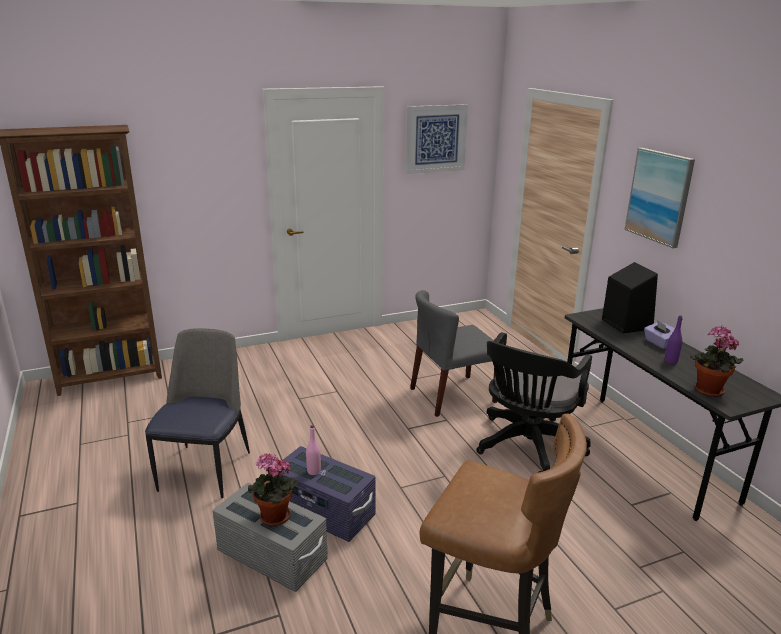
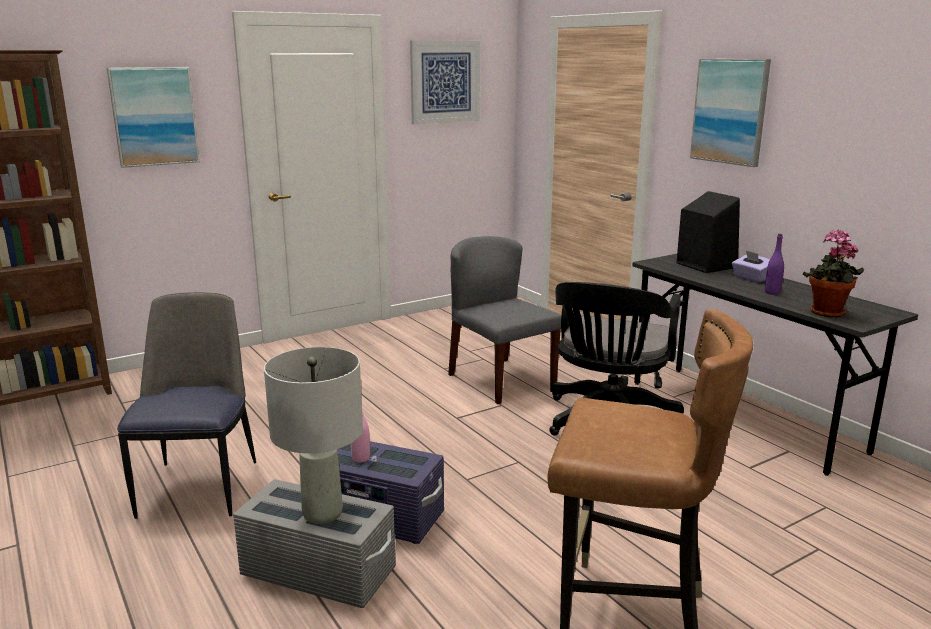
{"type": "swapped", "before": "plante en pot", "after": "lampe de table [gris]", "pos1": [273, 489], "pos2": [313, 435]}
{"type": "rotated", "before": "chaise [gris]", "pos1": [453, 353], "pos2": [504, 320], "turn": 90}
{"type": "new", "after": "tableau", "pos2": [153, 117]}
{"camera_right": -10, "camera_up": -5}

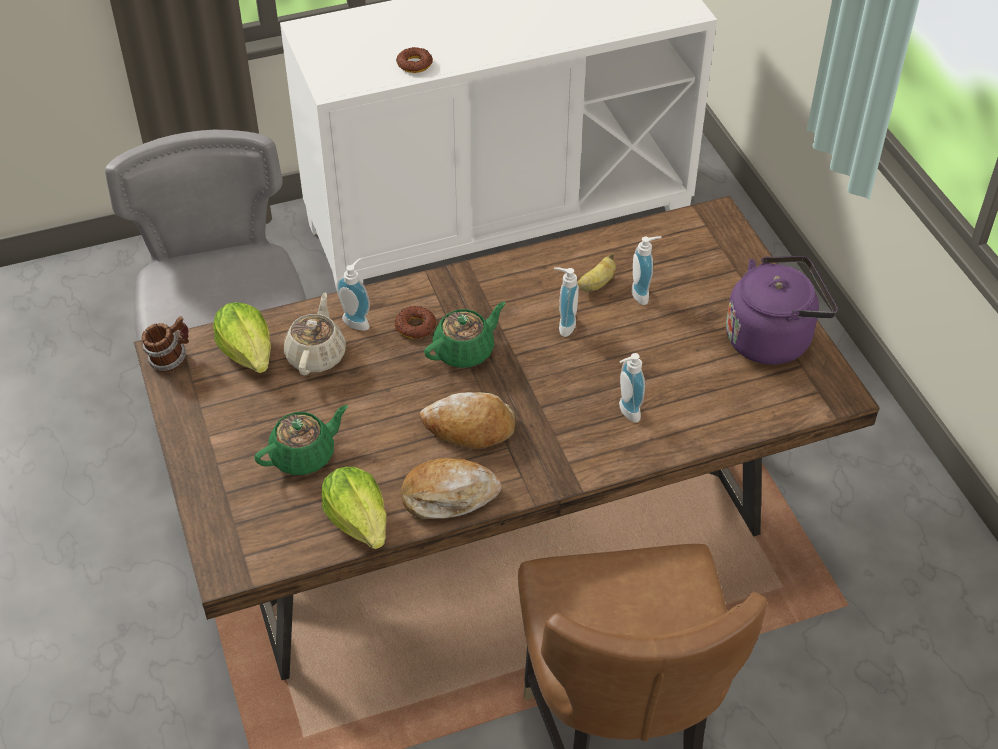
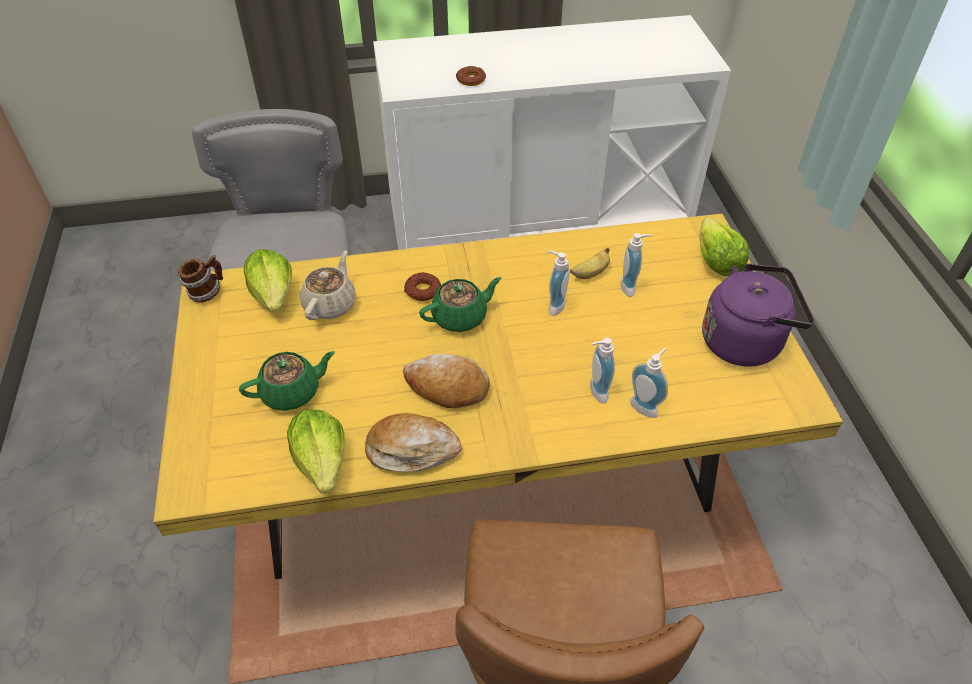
{"type": "repainted", "before": "table à manger [marron]", "after": "table à manger [jaune]", "pos1": [507, 438], "pos2": [498, 396]}
{"type": "shifted", "before": "distributeur de savon", "pos1": [353, 294], "pos2": [649, 383]}
{"type": "new", "after": "laitue", "pos2": [724, 246]}
{"camera_right": 10, "camera_up": 0}

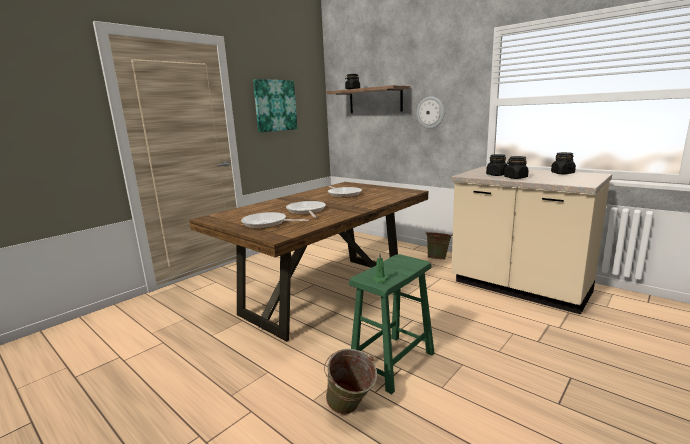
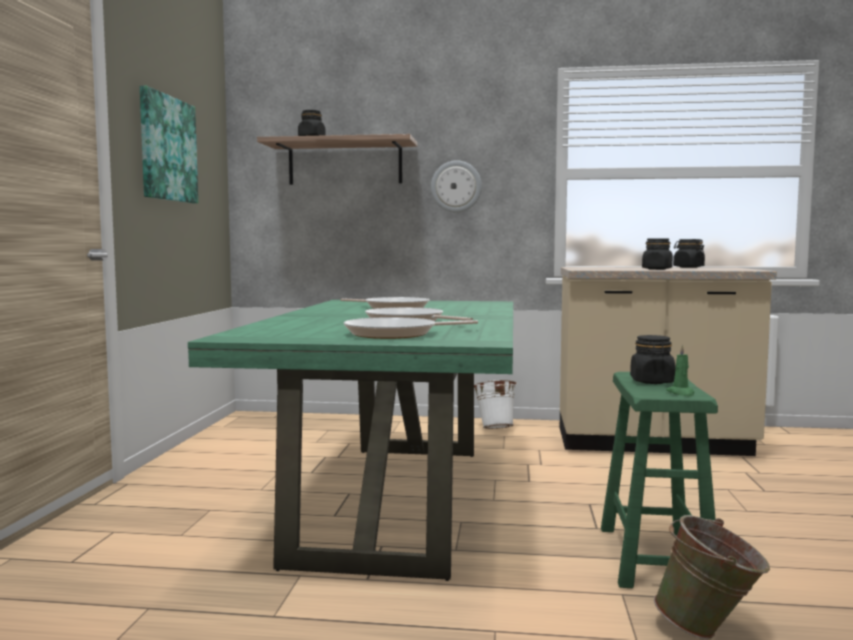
{"type": "repainted", "before": "table à manger [marron]", "after": "table à manger [vert]", "pos1": [308, 262], "pos2": [350, 440]}
{"type": "repainted", "before": "seau [vert]", "after": "seau [blanc]", "pos1": [439, 245], "pos2": [496, 404]}
{"type": "shifted", "before": "bocal [noir]", "pos1": [496, 165], "pos2": [653, 359]}
{"camera_right": -35, "camera_up": -10}

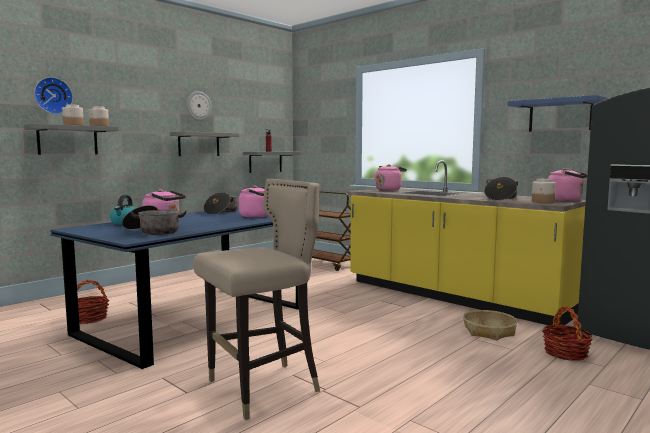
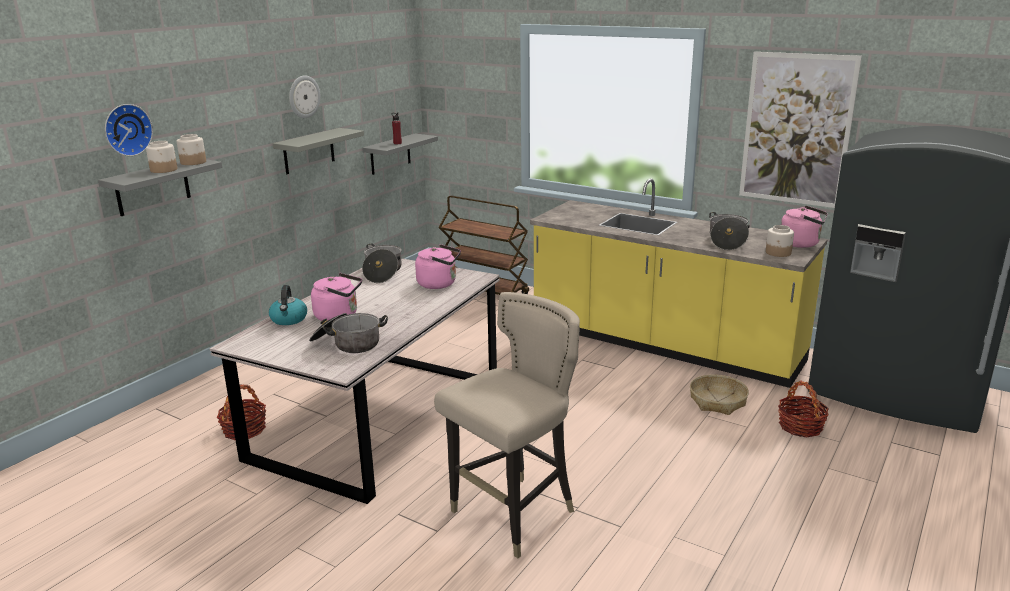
{"type": "repainted", "before": "table à manger [bleu]", "after": "table à manger [gris]", "pos1": [174, 288], "pos2": [355, 381]}
{"type": "gone", "before": "bouilloire [rose]", "pos1": [390, 177]}
{"type": "swapped", "before": "étagère [bleu]", "after": "tableau", "pos1": [557, 113], "pos2": [800, 130]}
{"camera_right": -10, "camera_up": 15}

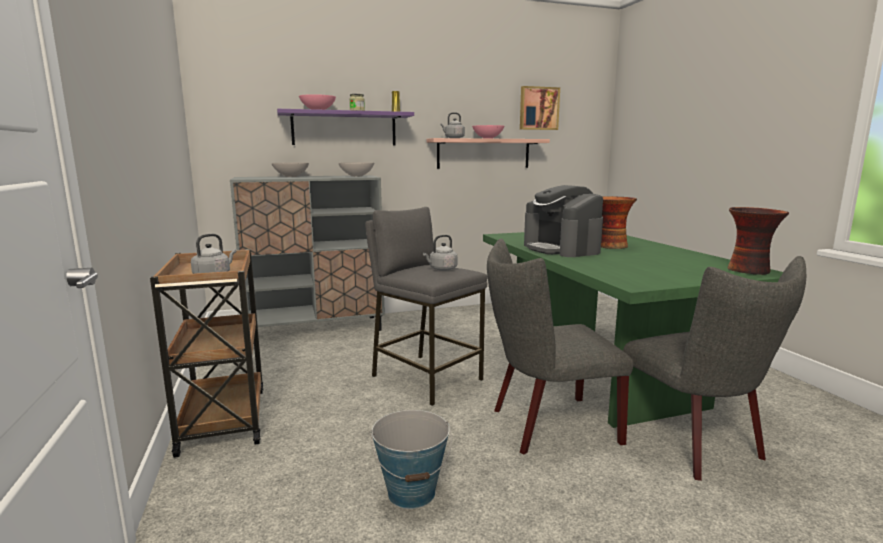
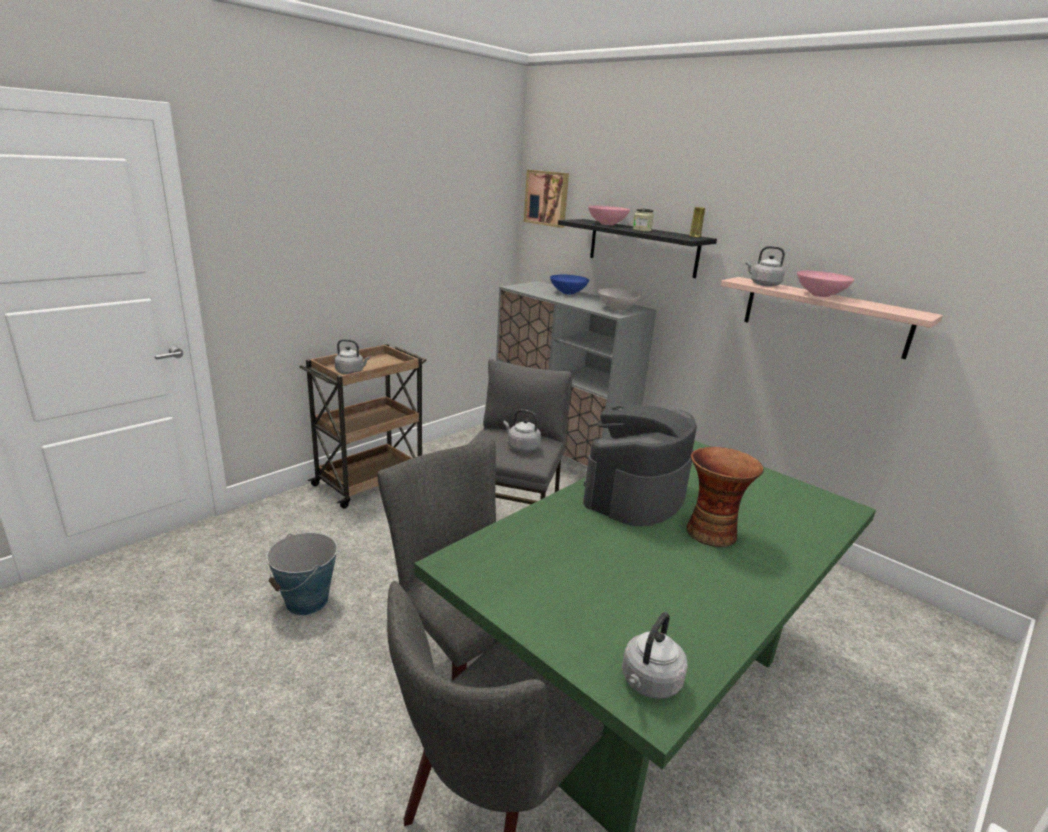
{"type": "repainted", "before": "bol [blanc]", "after": "bol [bleu]", "pos1": [290, 170], "pos2": [569, 285]}
{"type": "repainted", "before": "étagère [violet]", "after": "étagère [noir]", "pos1": [345, 127], "pos2": [637, 248]}
{"type": "shifted", "before": "tableau", "pos1": [540, 108], "pos2": [546, 199]}
{"type": "swapped", "before": "vase", "after": "bouilloire [gris]", "pos1": [758, 241], "pos2": [655, 655]}
{"camera_right": 60, "camera_up": 10}

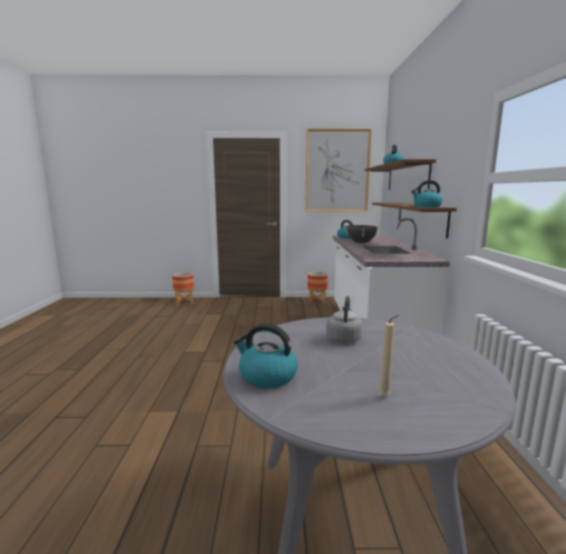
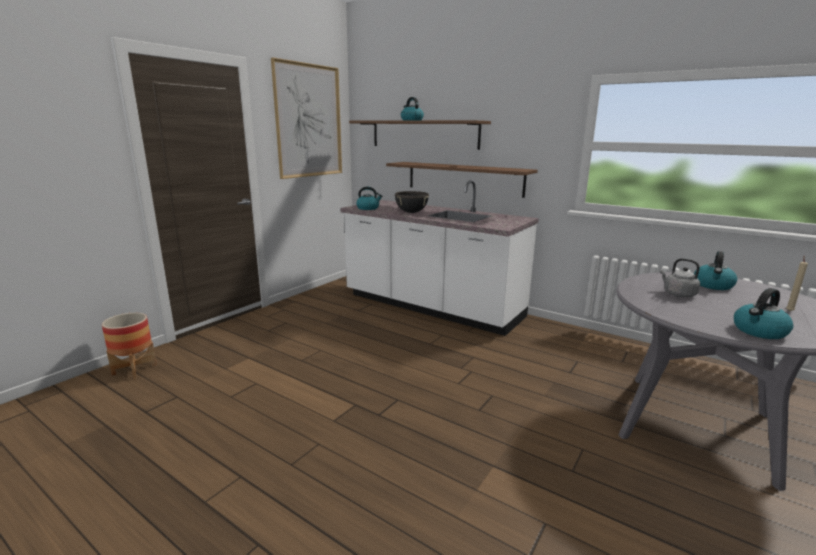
{"type": "gone", "before": "cache-pot", "pos1": [318, 288]}
{"type": "shifted", "before": "bouilloire", "pos1": [427, 193], "pos2": [715, 270]}
{"camera_right": -55, "camera_up": 5}

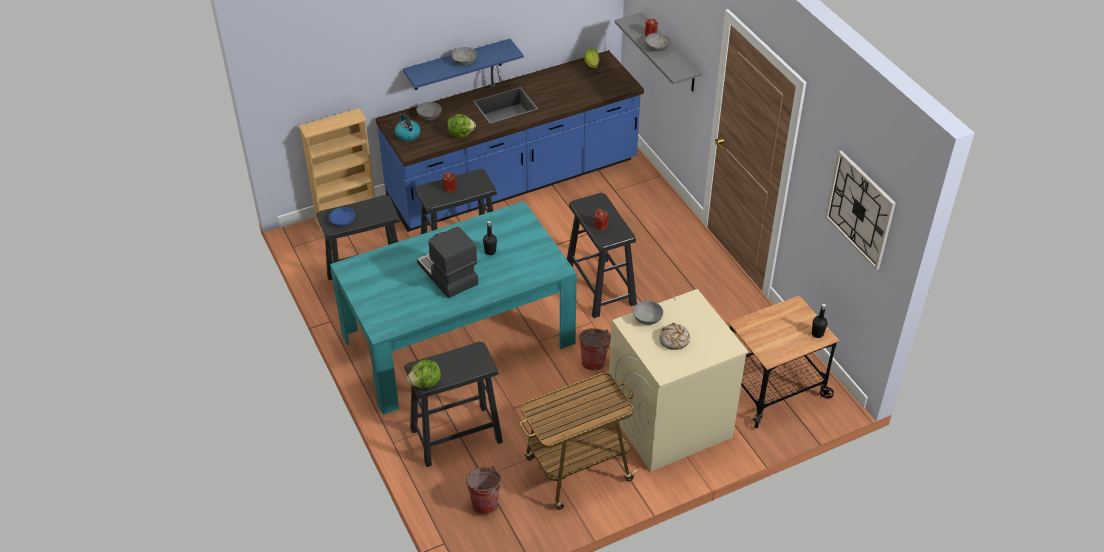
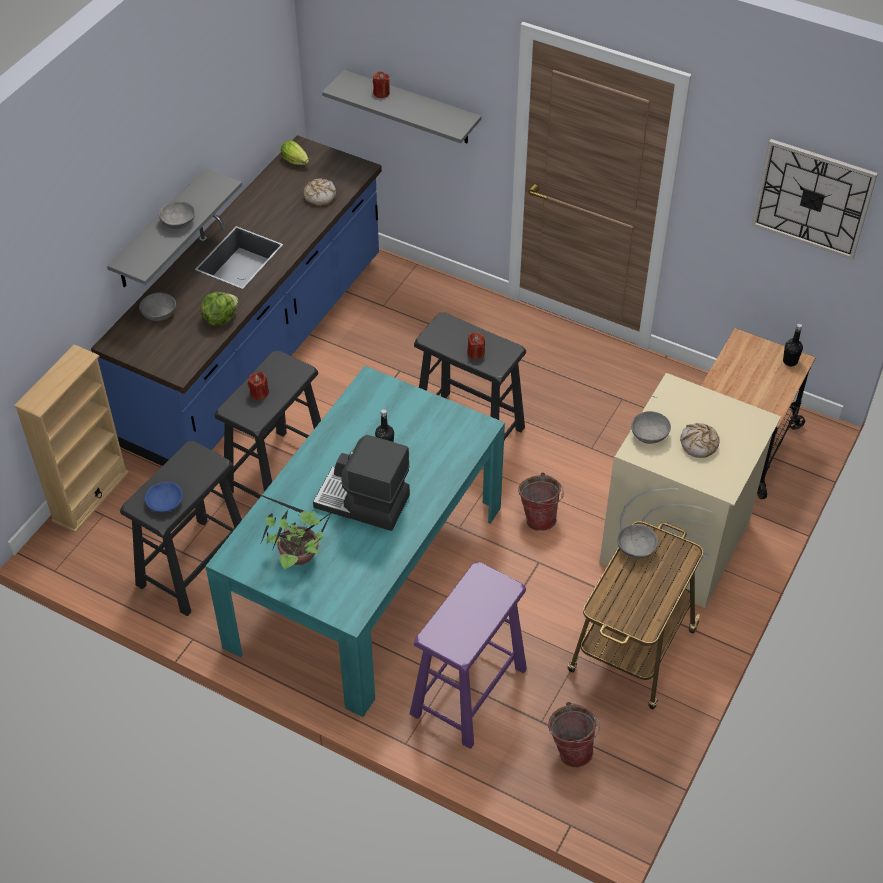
{"type": "gone", "before": "bouilloire", "pos1": [407, 128]}
{"type": "repainted", "before": "étagère [bleu]", "after": "étagère [gris]", "pos1": [463, 64], "pos2": [174, 228]}
{"type": "repainted", "before": "tabouret [noir]", "after": "tabouret [violet]", "pos1": [453, 404], "pos2": [468, 655]}
{"type": "gone", "before": "laitue", "pos1": [424, 374]}
{"type": "shifted", "before": "bol [gris]", "pos1": [658, 42], "pos2": [637, 541]}
{"type": "new", "after": "plante en pot", "pos2": [293, 529]}
{"type": "new", "after": "pain", "pos2": [319, 192]}
{"camera_right": -35, "camera_up": 5}

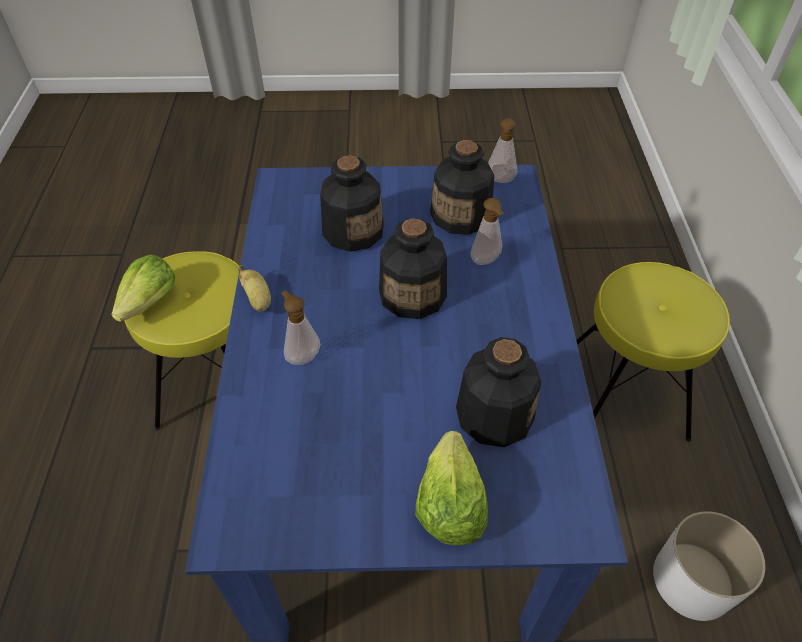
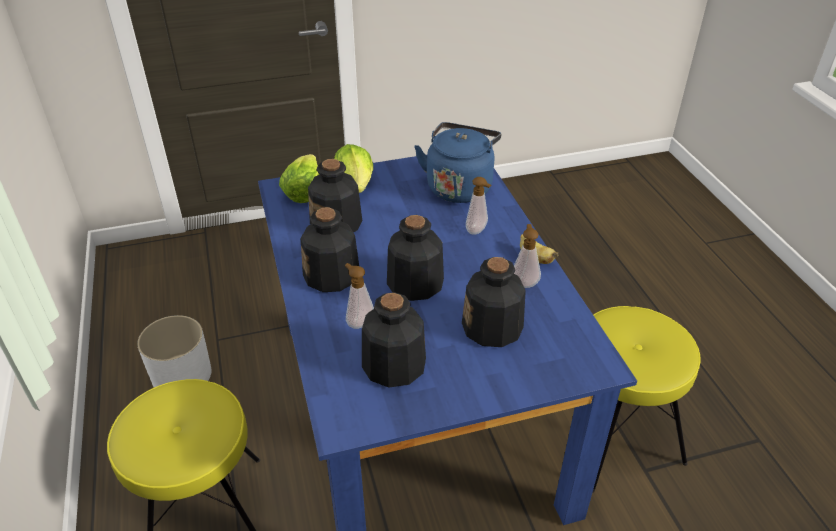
{"type": "shifted", "before": "laitue", "pos1": [143, 288], "pos2": [299, 178]}
{"type": "shifted", "before": "distributeur de savon", "pos1": [502, 150], "pos2": [527, 256]}
{"type": "new", "after": "bouteille", "pos2": [330, 249]}
{"type": "new", "after": "bouilloire [bleu]", "pos2": [457, 162]}
{"camera_right": 165, "camera_up": -10}

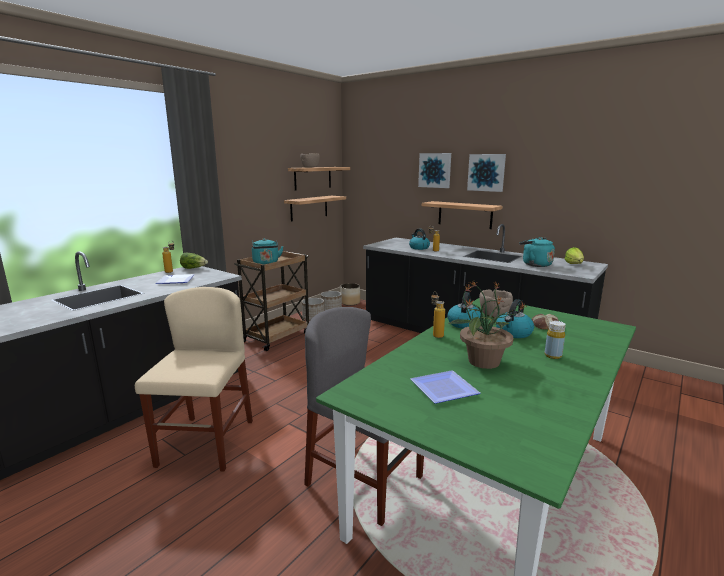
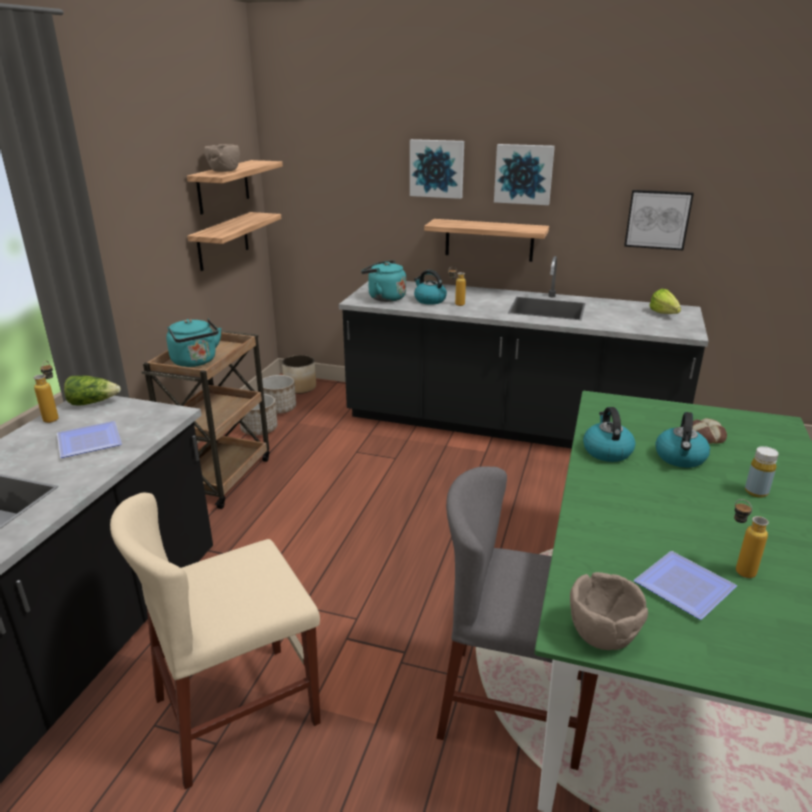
{"type": "rotated", "before": "chaise [beige]", "pos1": [194, 379], "pos2": [215, 640], "turn": -105}
{"type": "shifted", "before": "bouteille", "pos1": [438, 314], "pos2": [751, 538]}
{"type": "gone", "before": "plante en pot", "pos1": [487, 325]}
{"type": "shifted", "before": "bol [marron]", "pos1": [496, 304], "pos2": [609, 611]}
{"type": "shifted", "before": "bouilloire [turquoise]", "pos1": [537, 252], "pos2": [383, 281]}
{"type": "new", "after": "tableau", "pos2": [659, 220]}
{"camera_right": -20, "camera_up": 10}

